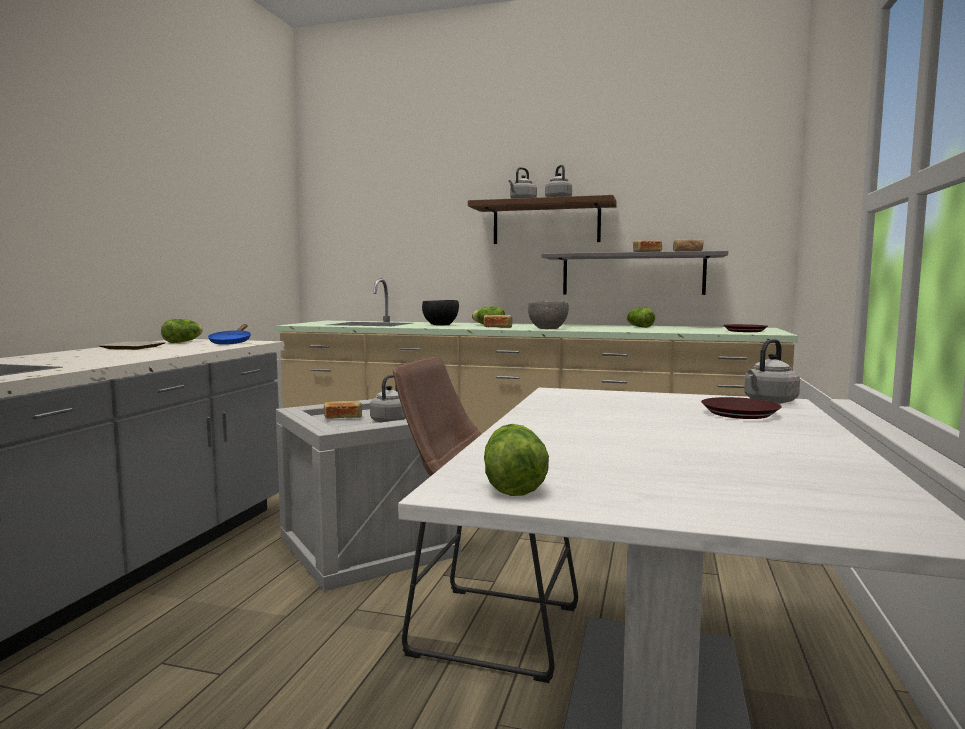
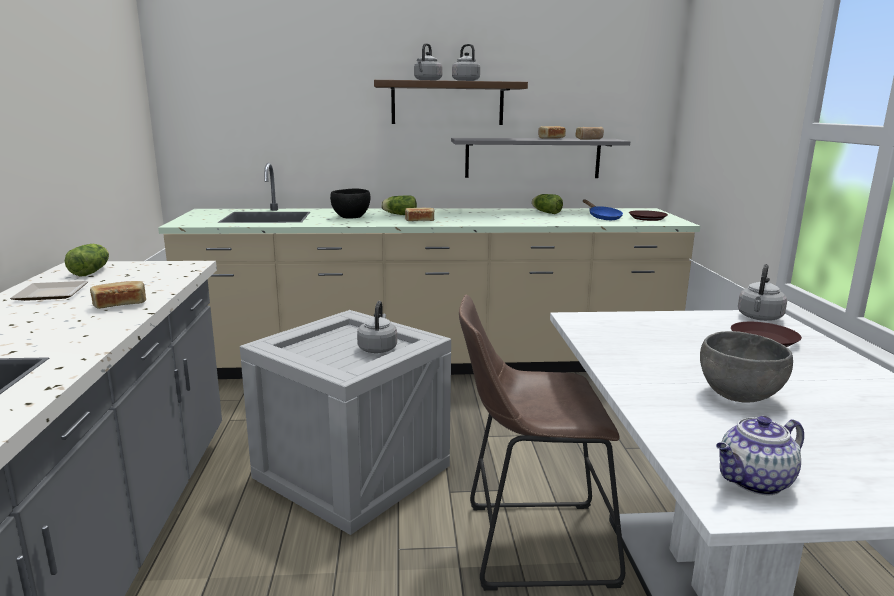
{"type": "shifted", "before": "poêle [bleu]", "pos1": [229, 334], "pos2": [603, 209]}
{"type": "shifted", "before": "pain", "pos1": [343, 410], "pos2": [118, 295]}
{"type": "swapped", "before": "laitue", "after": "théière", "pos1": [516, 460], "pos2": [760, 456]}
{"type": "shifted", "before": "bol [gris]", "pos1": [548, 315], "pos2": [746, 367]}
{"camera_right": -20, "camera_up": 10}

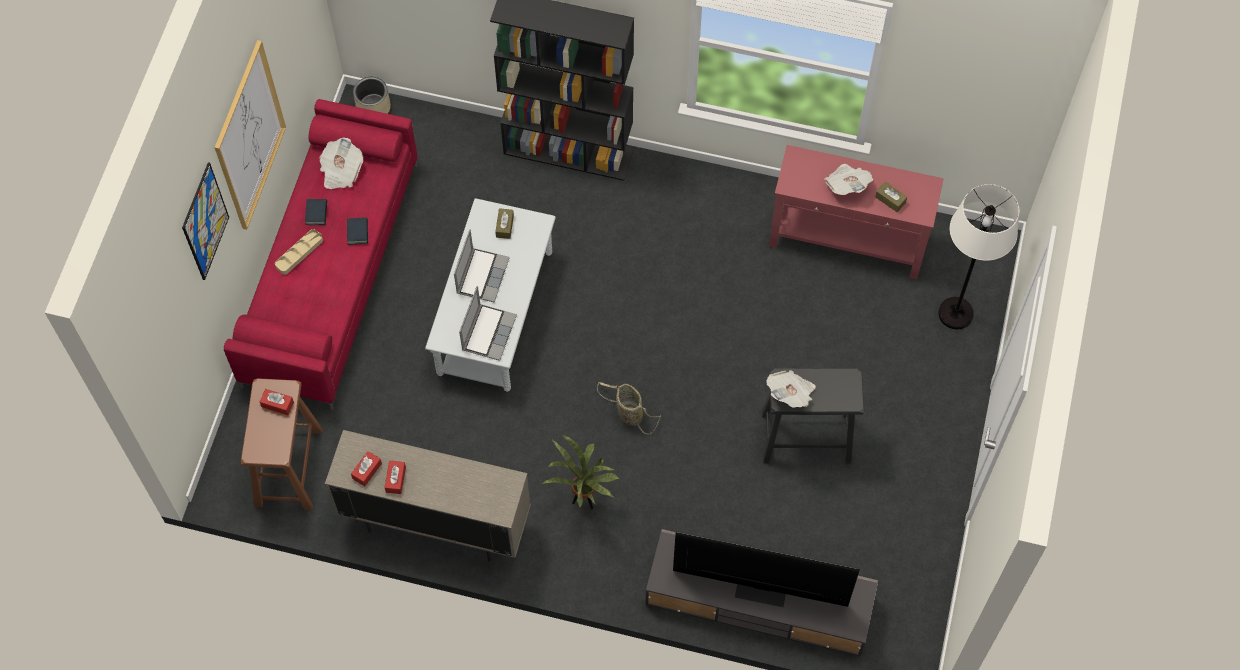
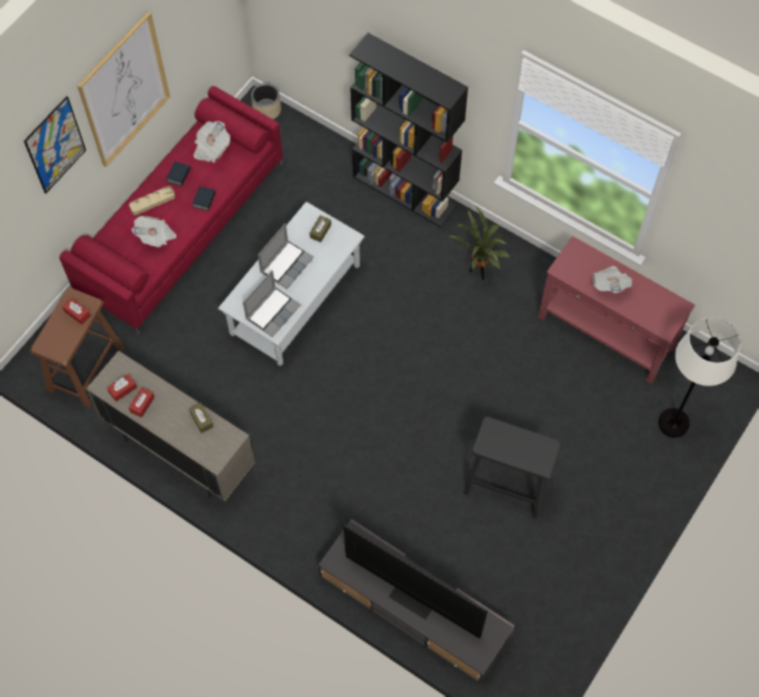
{"type": "shifted", "before": "plante en pot", "pos1": [581, 472], "pos2": [479, 243]}
{"type": "gone", "before": "panier", "pos1": [629, 408]}
{"type": "shifted", "before": "journal", "pos1": [791, 389], "pos2": [154, 232]}
{"type": "shifted", "before": "boîte à mouchoirs [marron]", "pos1": [891, 197], "pos2": [201, 418]}
{"camera_right": 20, "camera_up": 0}

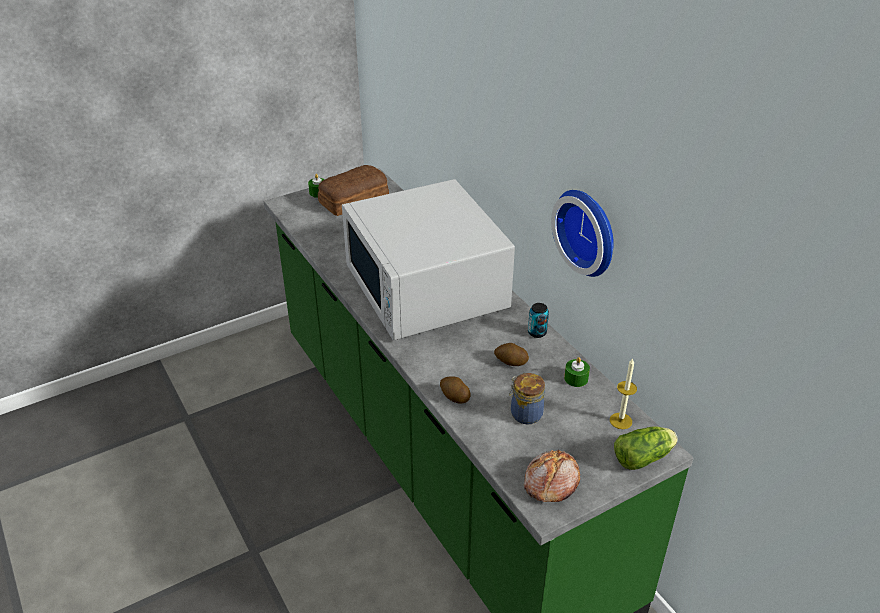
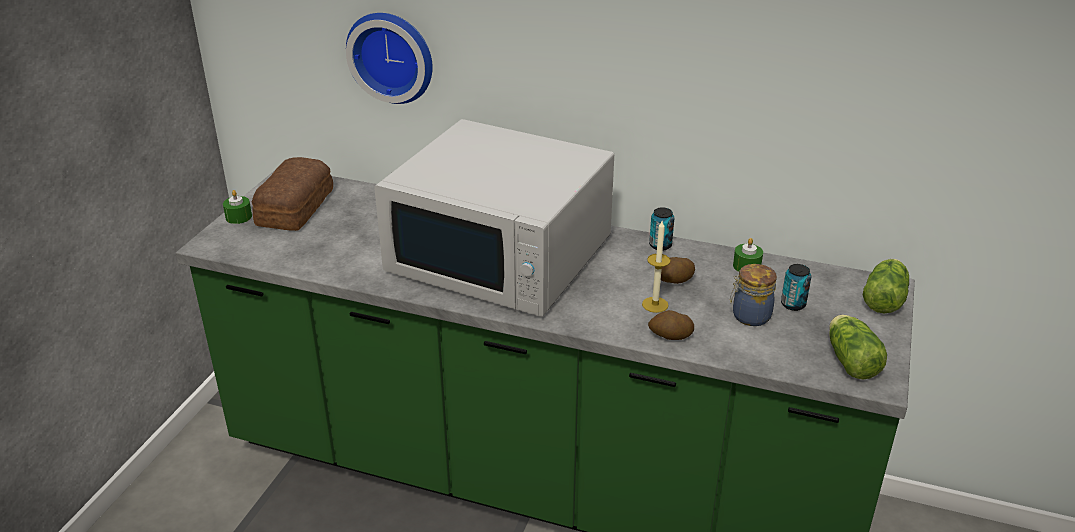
{"type": "swapped", "before": "pain", "after": "laitue", "pos1": [552, 475], "pos2": [858, 347]}
{"type": "shifted", "before": "horloge murale", "pos1": [582, 233], "pos2": [389, 58]}
{"type": "shifted", "before": "bougie", "pos1": [623, 393], "pos2": [656, 267]}
{"type": "new", "after": "boîte métallique", "pos2": [796, 287]}
{"camera_right": -40, "camera_up": -5}

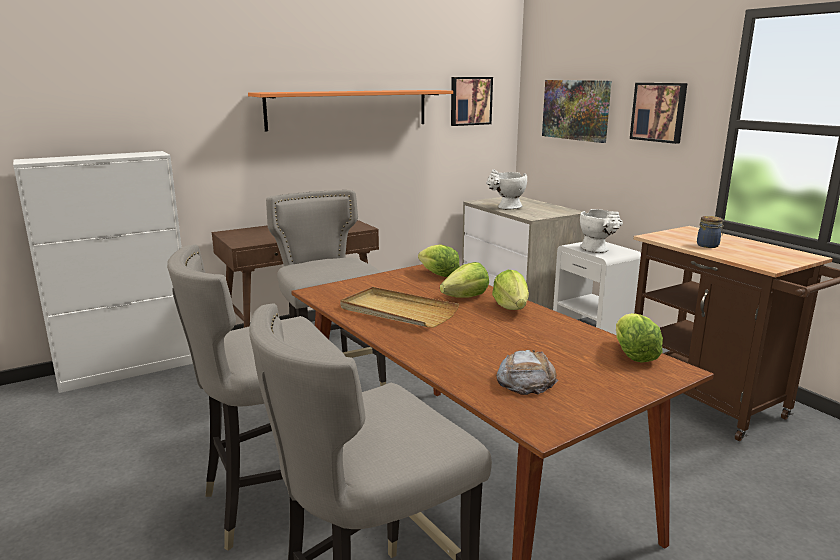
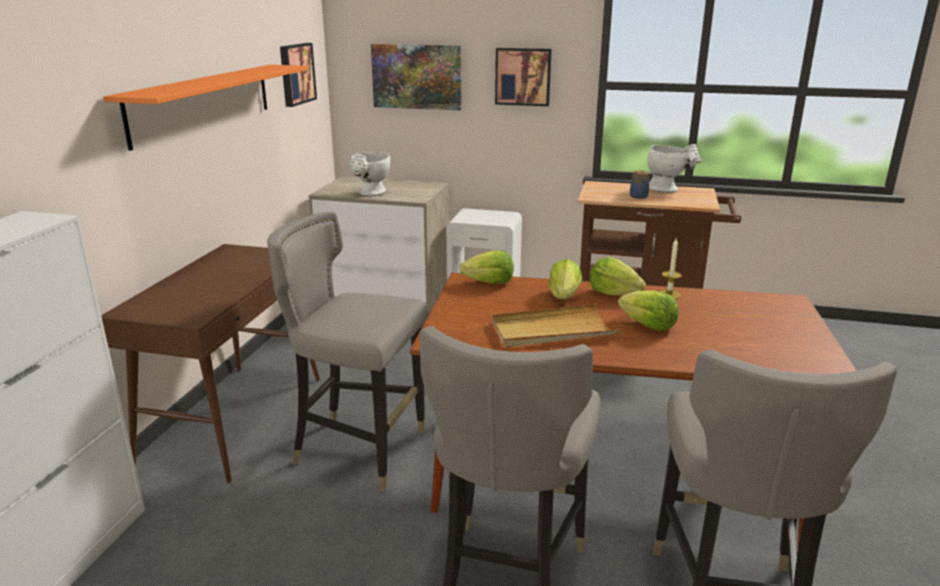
{"type": "gone", "before": "pain", "pos1": [527, 372]}
{"type": "shifted", "before": "vase [blanc]", "pos1": [601, 231], "pos2": [674, 168]}
{"type": "shifted", "before": "laitue", "pos1": [639, 338], "pos2": [648, 310]}
{"type": "new", "after": "bougie", "pos2": [670, 268]}
{"camera_right": -45, "camera_up": 5}

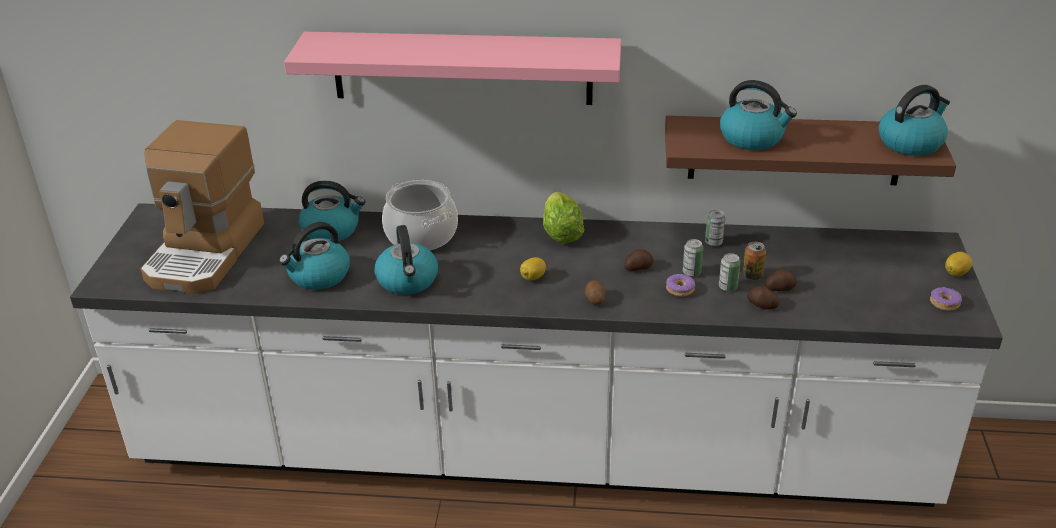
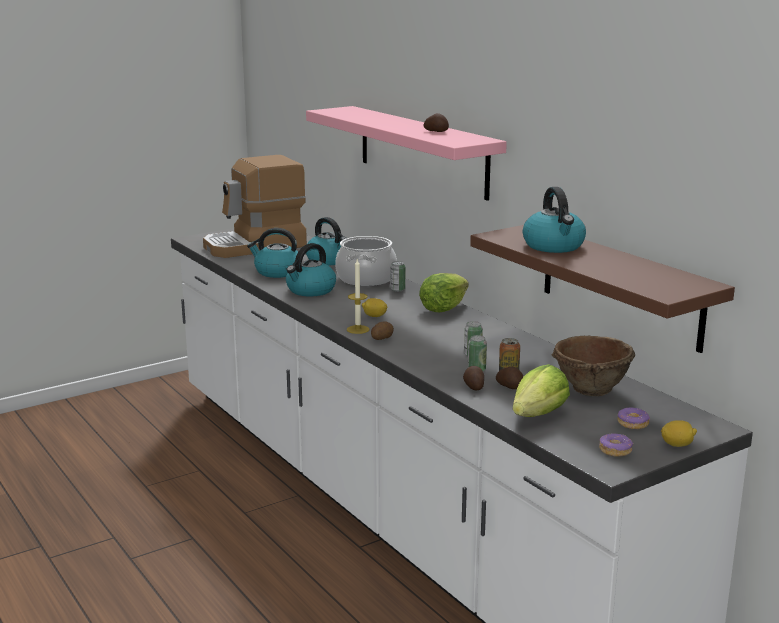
{"type": "shifted", "before": "pomme de terre", "pos1": [639, 260], "pos2": [436, 122]}
{"type": "shifted", "before": "beignet", "pos1": [680, 285], "pos2": [634, 418]}
{"type": "shifted", "before": "boîte métallique", "pos1": [715, 228], "pos2": [397, 276]}
{"type": "gone", "before": "bouilloire", "pos1": [914, 120]}
{"type": "new", "after": "bougie", "pos2": [358, 296]}
{"type": "new", "after": "laitue", "pos2": [541, 390]}
{"type": "new", "after": "bol [marron]", "pos2": [593, 365]}
{"camera_right": 50, "camera_up": -15}

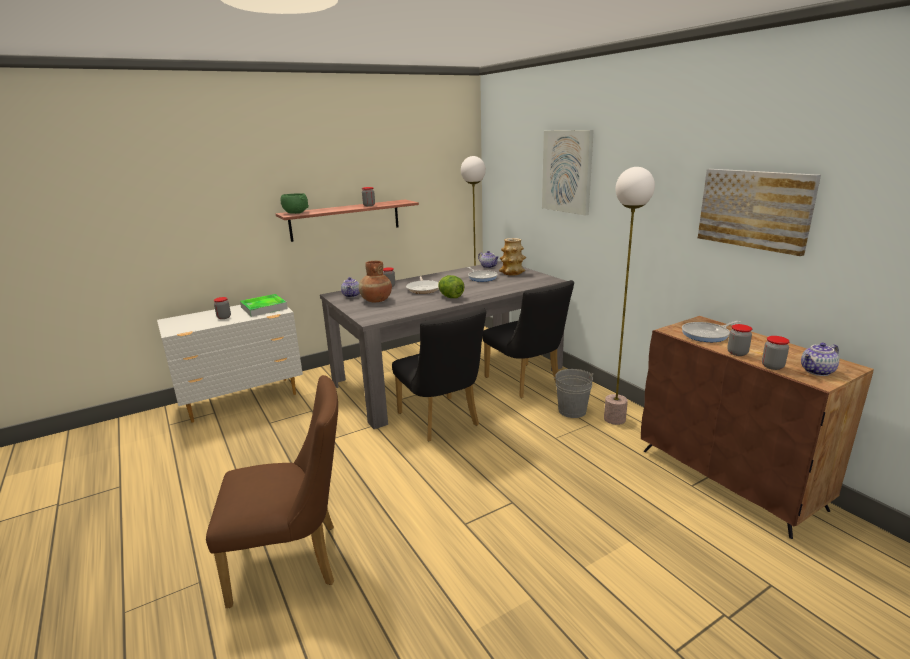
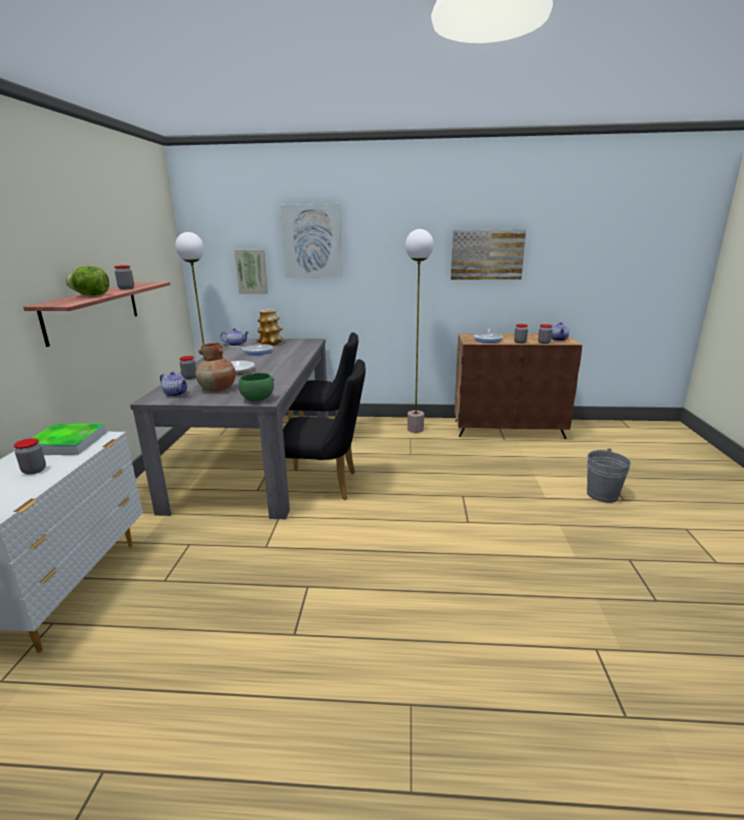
{"type": "gone", "before": "chaise [marron]", "pos1": [272, 491]}
{"type": "shifted", "before": "bol [vert]", "pos1": [295, 203], "pos2": [256, 387]}
{"type": "shifted", "before": "laitue", "pos1": [451, 286], "pos2": [87, 281]}
{"type": "shifted", "before": "seau [gris]", "pos1": [573, 393], "pos2": [609, 475]}
{"type": "new", "after": "tableau", "pos2": [251, 271]}
{"camera_right": -55, "camera_up": 0}

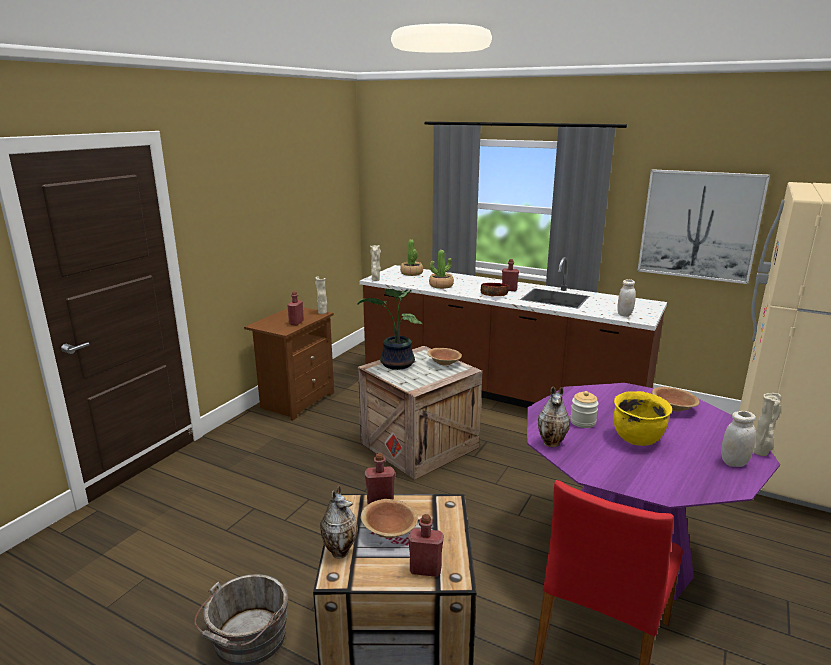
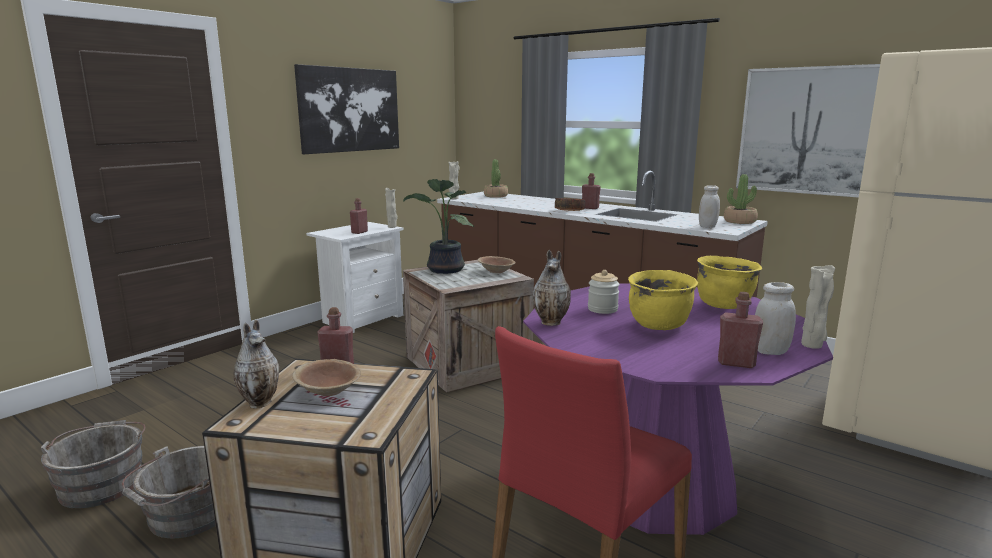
{"type": "repainted", "before": "table de chevet [marron]", "after": "table de chevet [blanc]", "pos1": [289, 364], "pos2": [354, 277]}
{"type": "shifted", "before": "bouteille [rouge]", "pos1": [426, 545], "pos2": [740, 330]}
{"type": "shifted", "before": "plante en pot", "pos1": [441, 269], "pos2": [741, 199]}
{"type": "swapped", "before": "bol [marron]", "after": "marmite [jaune]", "pos1": [676, 399], "pos2": [729, 282]}
{"type": "new", "after": "seau [gris]", "pos2": [93, 464]}
{"type": "new", "after": "tableau", "pos2": [346, 109]}
{"camera_right": 10, "camera_up": -5}

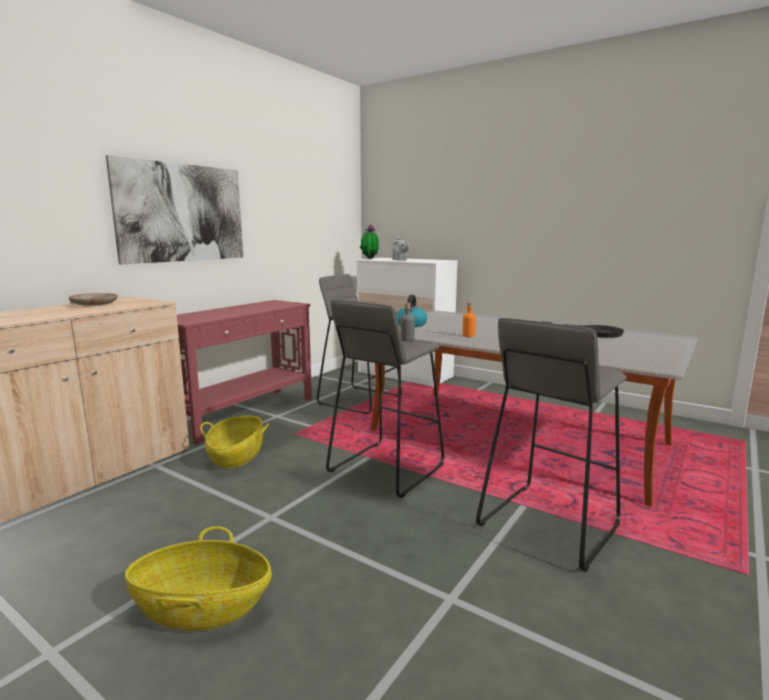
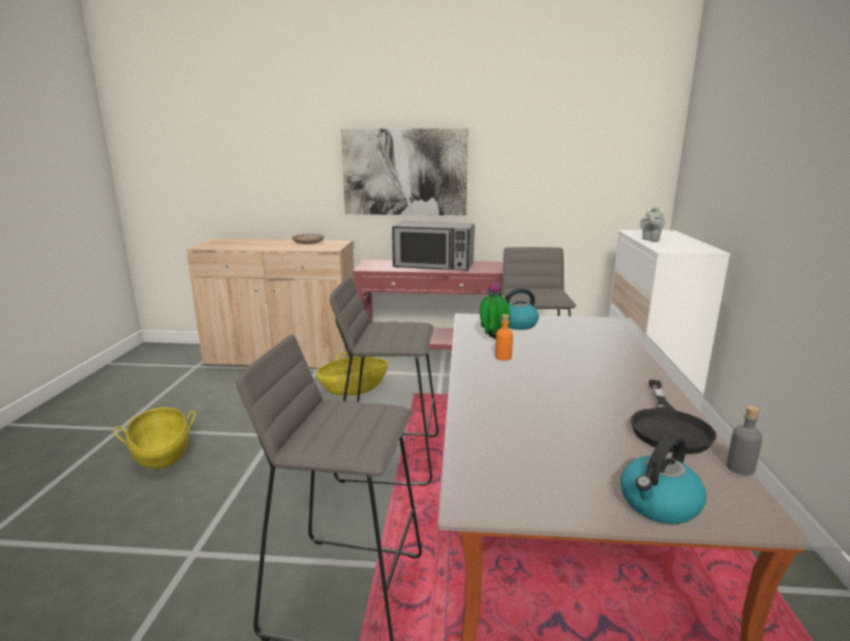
{"type": "shifted", "before": "plante en pot", "pos1": [369, 241], "pos2": [495, 310]}
{"type": "shifted", "before": "bouteille [gris]", "pos1": [408, 322], "pos2": [744, 440]}
{"type": "new", "after": "micro-ondes", "pos2": [433, 246]}
{"type": "new", "after": "bouilloire", "pos2": [663, 479]}
{"camera_right": 60, "camera_up": 5}

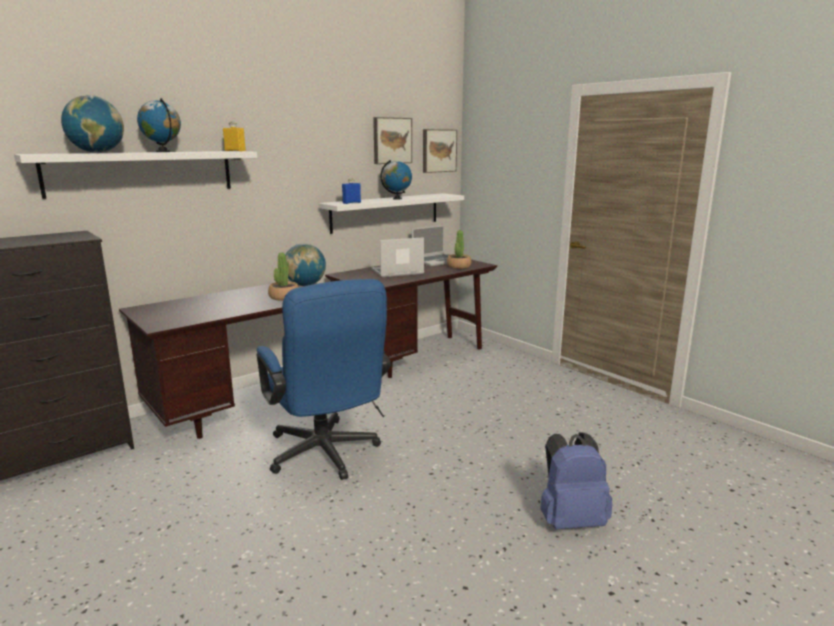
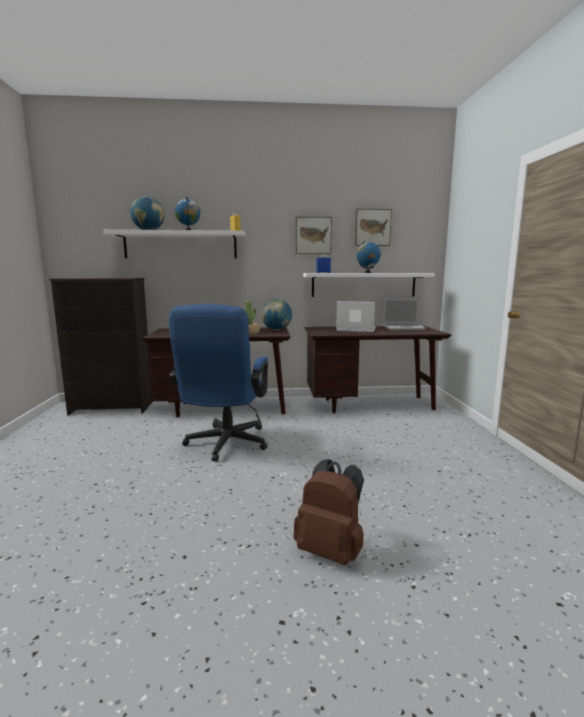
{"type": "shifted", "before": "tableau", "pos1": [440, 151], "pos2": [314, 235]}
{"type": "gone", "before": "plante en pot", "pos1": [459, 249]}
{"type": "repainted", "before": "sac à dos [bleu]", "after": "sac à dos [marron]", "pos1": [576, 481], "pos2": [328, 512]}
{"camera_right": 35, "camera_up": -5}

